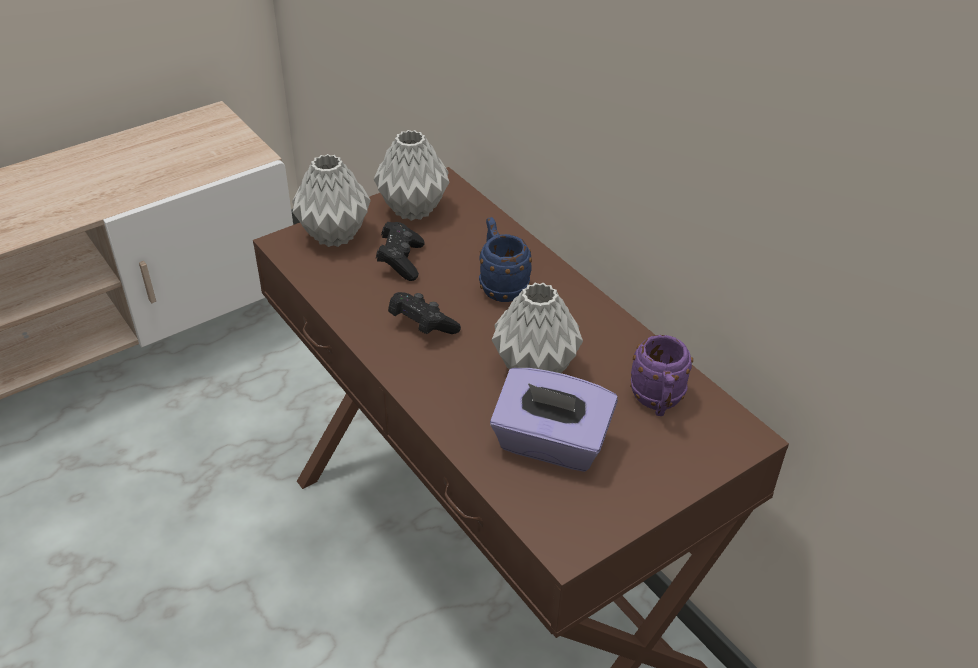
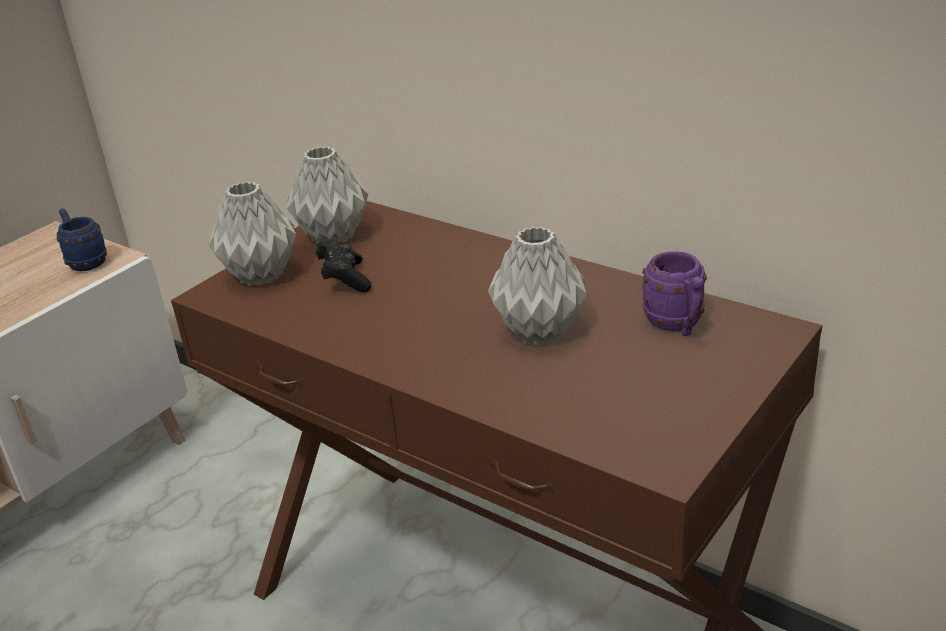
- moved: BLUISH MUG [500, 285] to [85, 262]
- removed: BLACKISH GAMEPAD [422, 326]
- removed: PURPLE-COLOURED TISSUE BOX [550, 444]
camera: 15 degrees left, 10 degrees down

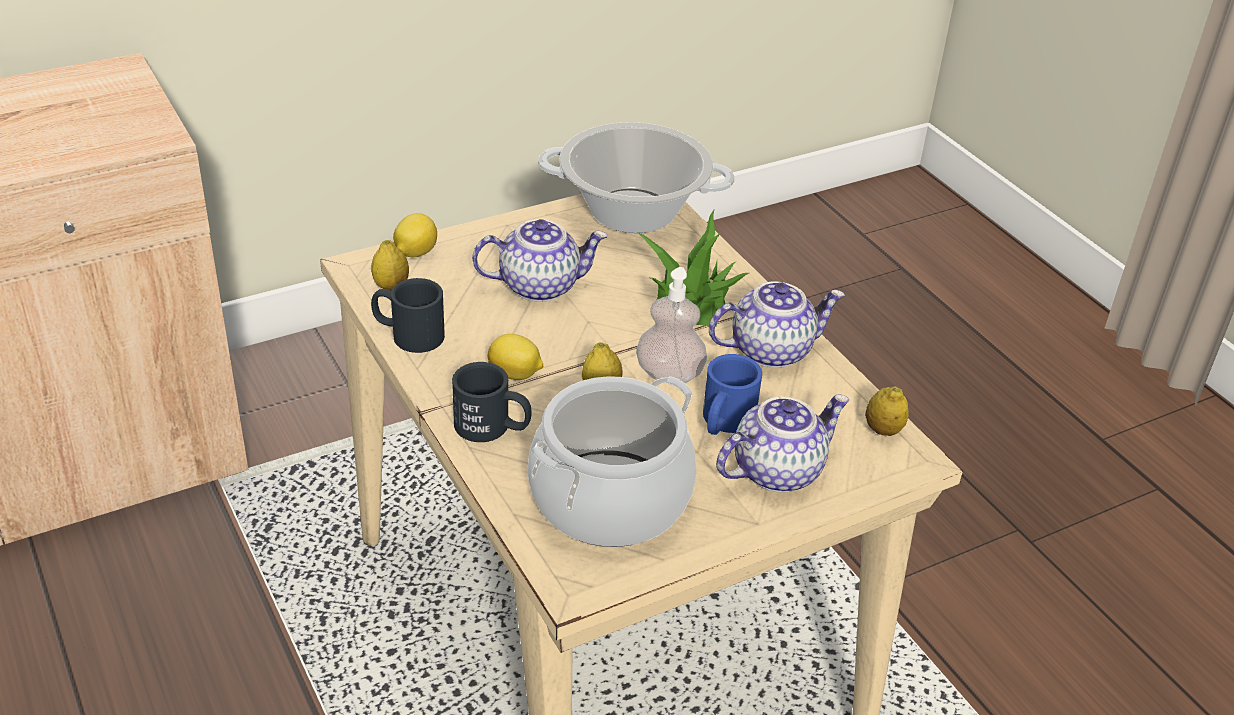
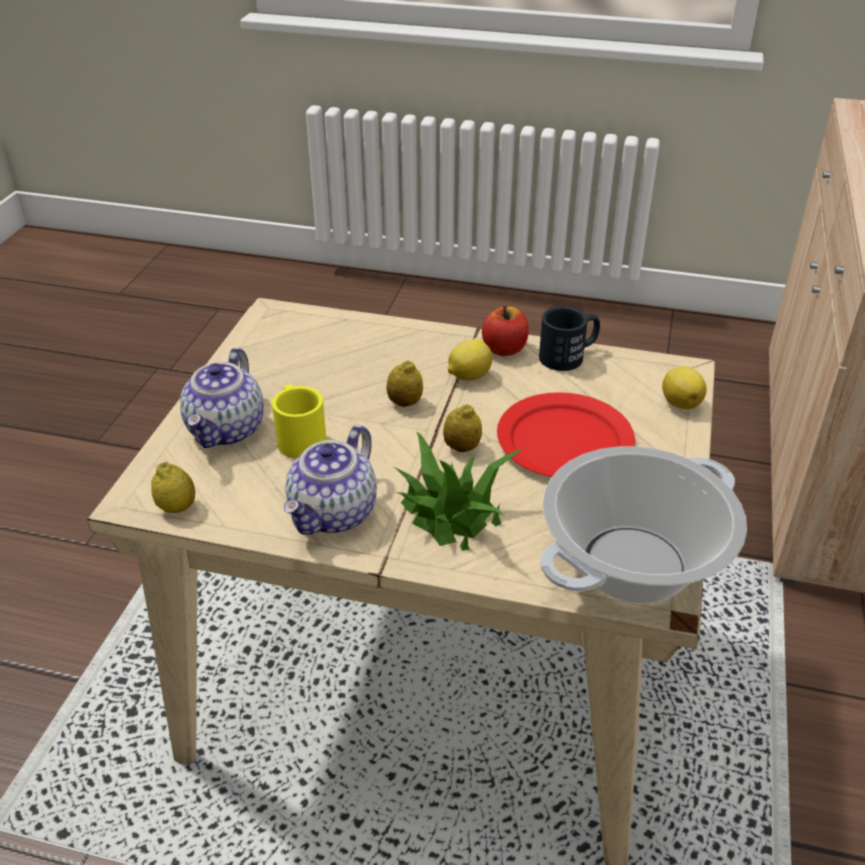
- recoloured: BLUISH MUG [724, 422] to YELLOW-COLOURED MUG [299, 436]
- moved: WHOLE LEMON [391, 286] to [462, 447]
- added: APPLE [504, 349]
- replaced: POT FOR TEA [540, 285] to RED DINNER PLATE [566, 441]
- removed: BLACKISH MUG [493, 427]
- removed: COOKING POT [610, 499]
- removed: SOAP DISPENSER [669, 374]
camera: 135 degrees right, 0 degrees up

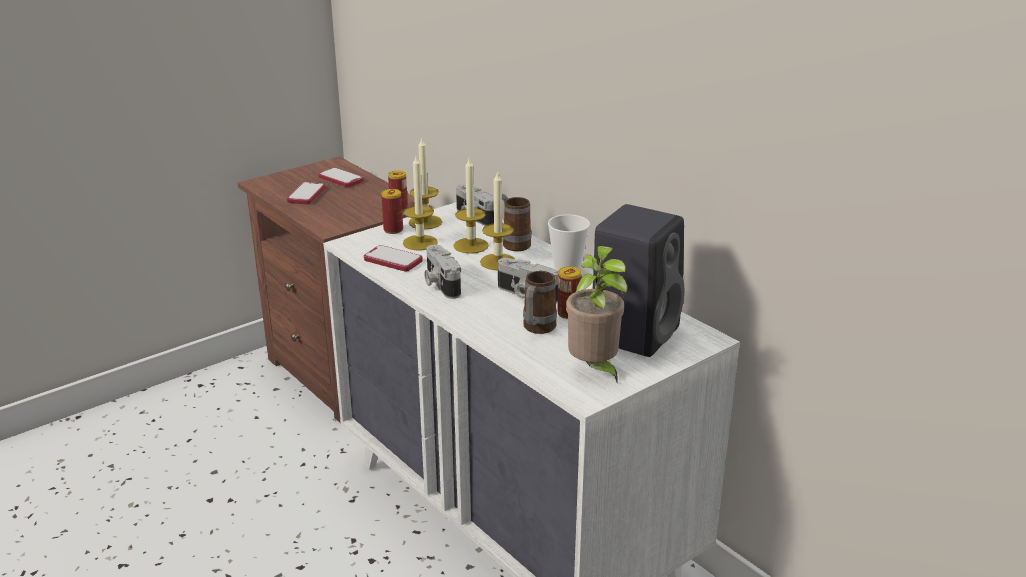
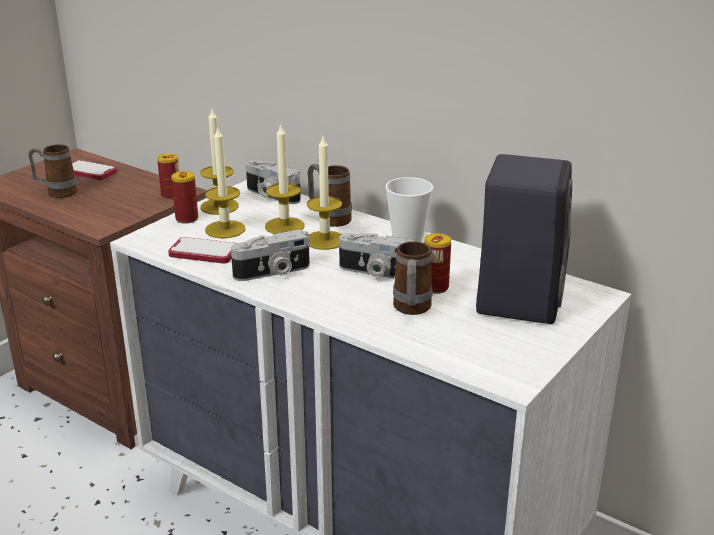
- replaced: HANDSET [306, 195] to MUG [56, 193]
- turned: STILL CAMERA [440, 284] = [273, 272] 75 degrees counterclockwise
- removed: POTTED PLANT [594, 370]
camera: 15 degrees left, 0 degrees up

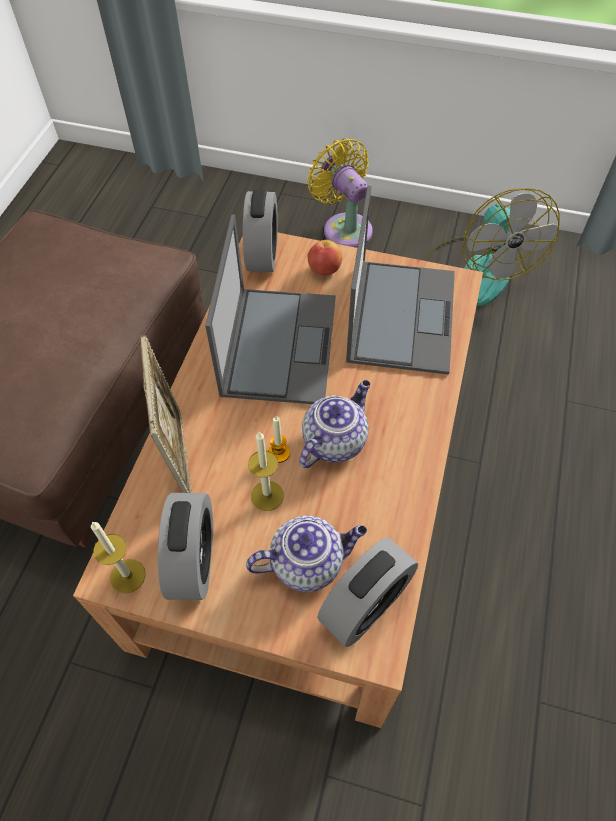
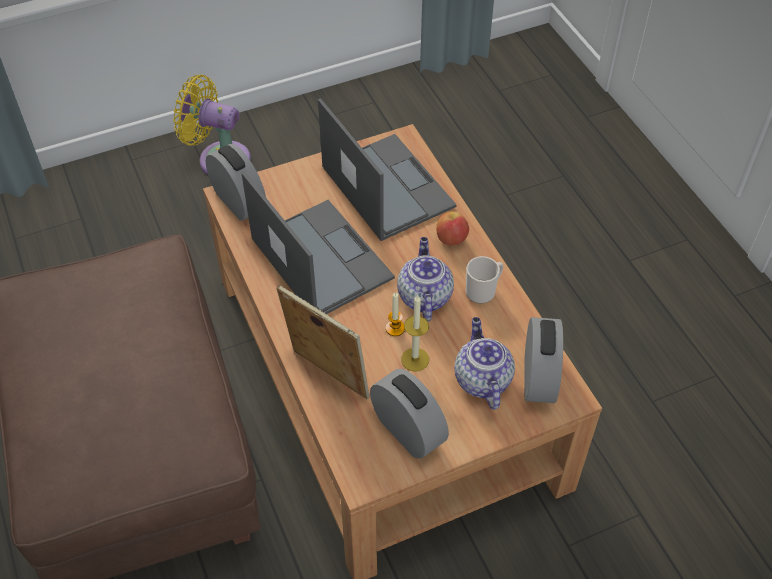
- moved: APPLE [324, 270] to [451, 239]
- turned: POT FOR TEA [308, 562] = [481, 379] 45 degrees counterclockwise
- added: MUG [483, 291]
- removed: WAX LIGHT [127, 576]
- removed: ELECTRIC FAN [478, 269]
camera: 40 degrees left, 5 degrees down

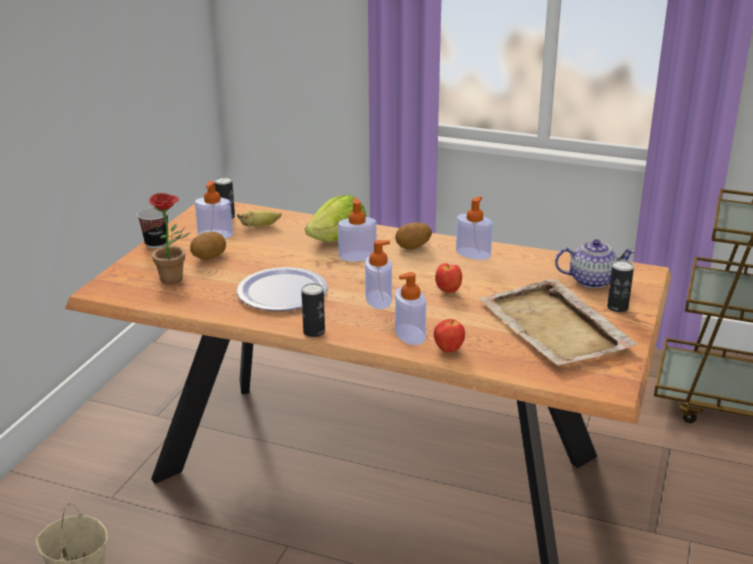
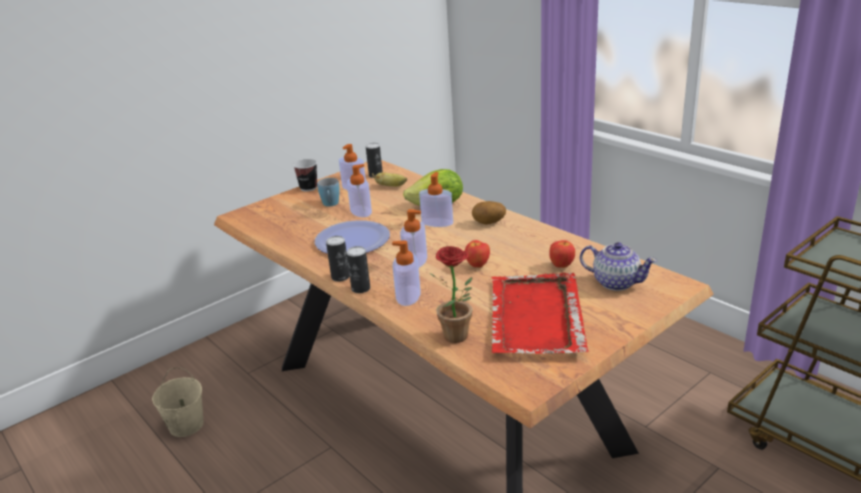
- replaced: POTATO [209, 258] to BLUISH MUG [331, 204]
- moved: CAN [617, 307] to [361, 288]
- moved: SOAP DISPENSER [473, 253] to [361, 211]
- moved: POTTED PLANT [176, 279] to [459, 338]
- recoloured: BEIGE-COLOURED SERVING TRAY [555, 327] to RED SERVING TRAY [535, 318]
- moved: APPLE [448, 350] to [561, 266]
camera: 30 degrees right, 0 degrees up

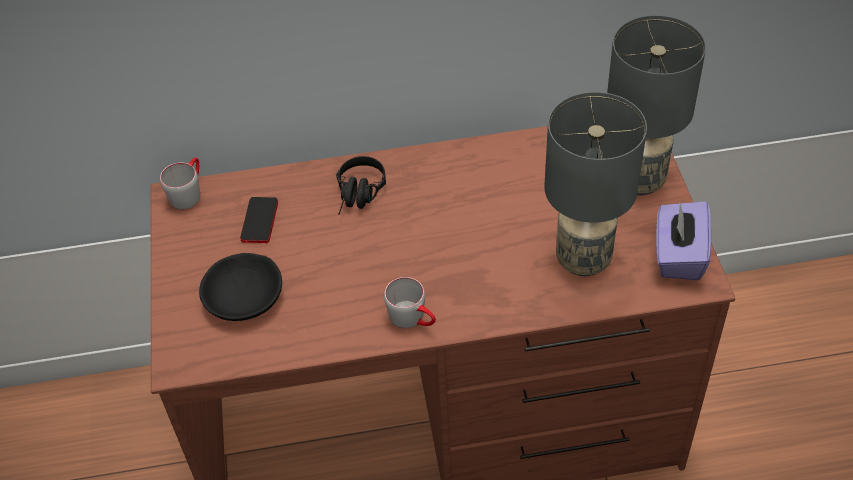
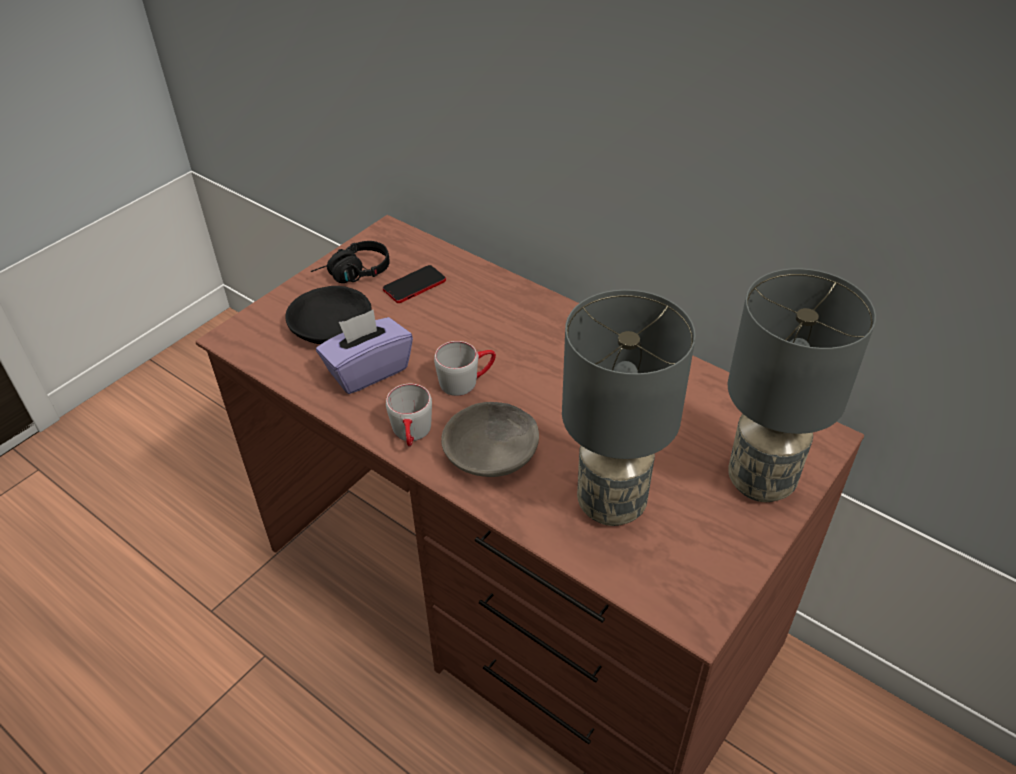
- moved: BLACKISH HEADSET [359, 196] to [353, 275]
- moved: PURPLE-COLOURED TISSUE BOX [678, 256] to [368, 370]
- moved: GREY MUG [188, 192] to [466, 380]
- added: GREY DEEP DISH [492, 450]
camera: 45 degrees right, 5 degrees down

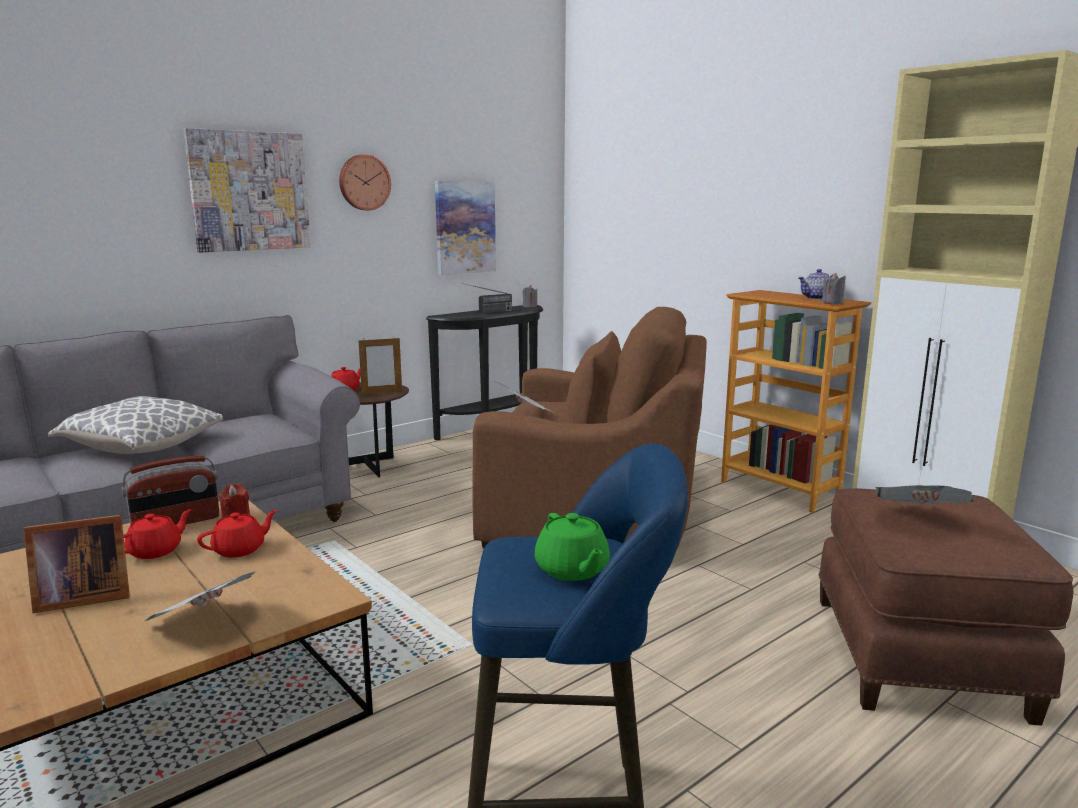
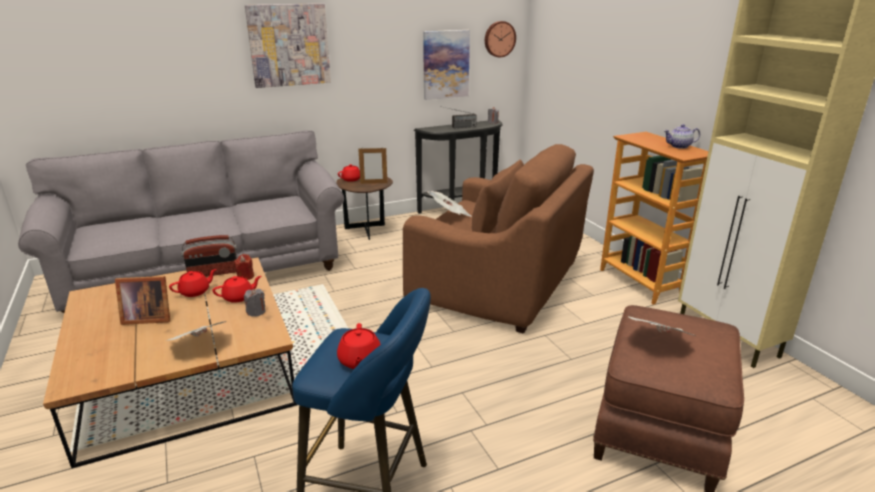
- moved: GREY WAX LIGHT [832, 303] to [256, 312]
- recoloured: GREENISH POT FOR TEA [572, 570] to RED POT FOR TEA [359, 361]
- moved: WALL CLOCK [364, 182] to [499, 39]
- removed: THROW PILLOW [141, 448]
camera: 15 degrees right, 10 degrees up

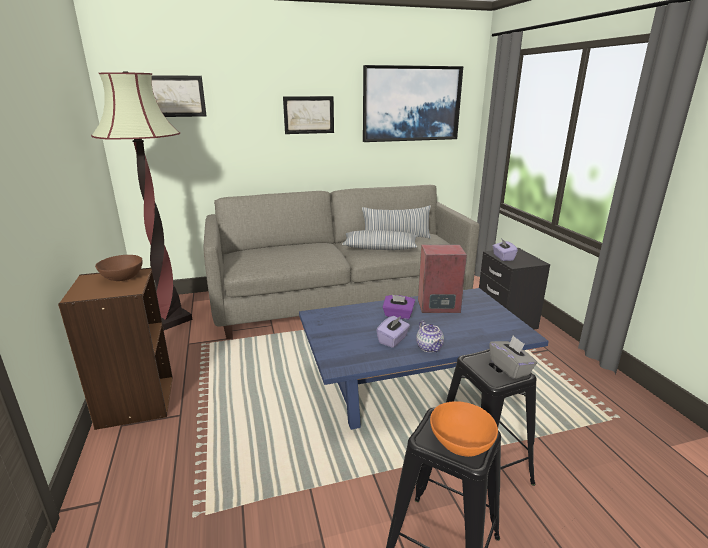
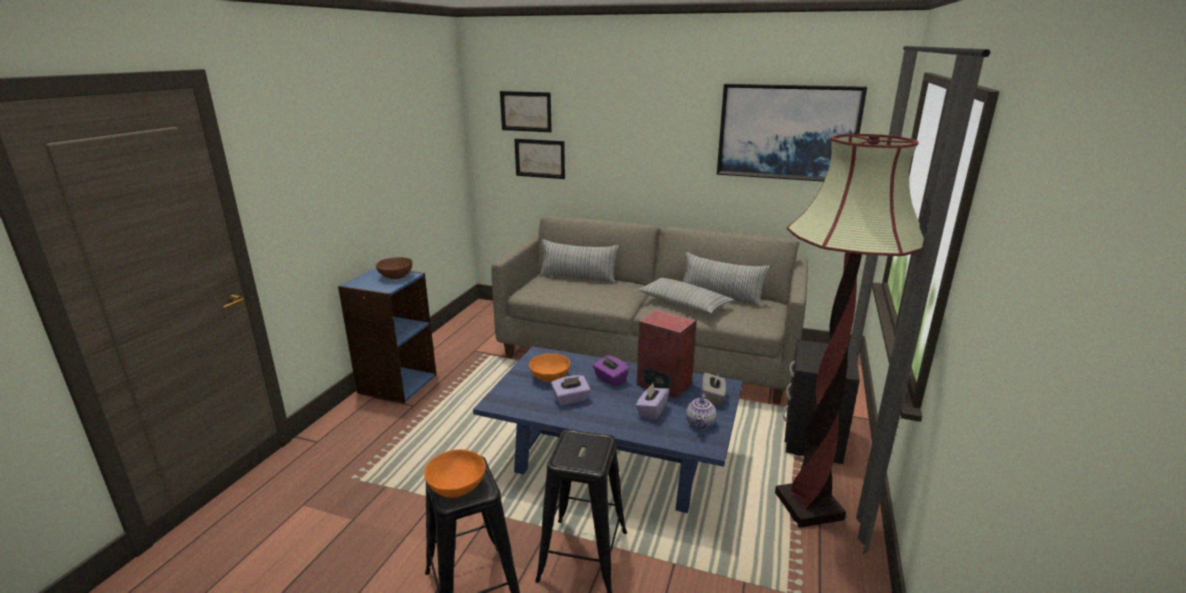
- recoloured: BROWN SHELVING UNIT [135, 402] to BLUISH SHELVING UNIT [397, 383]
- moved: PICTURE [309, 115] to [540, 158]
- added: ORANGEY DEEP DISH [550, 378]
- added: THROW PILLOW [578, 278]
- moved: PURPLE-COLOURED TISSUE BOX [503, 257] to [651, 411]
- moved: POT FOR TEA [430, 347] to [701, 424]
- moved: GREY TISSUE BOX [510, 368] to [712, 398]
- moved: STANDARD LAMP [170, 320] to [808, 506]
camera: 35 degrees right, 0 degrees up

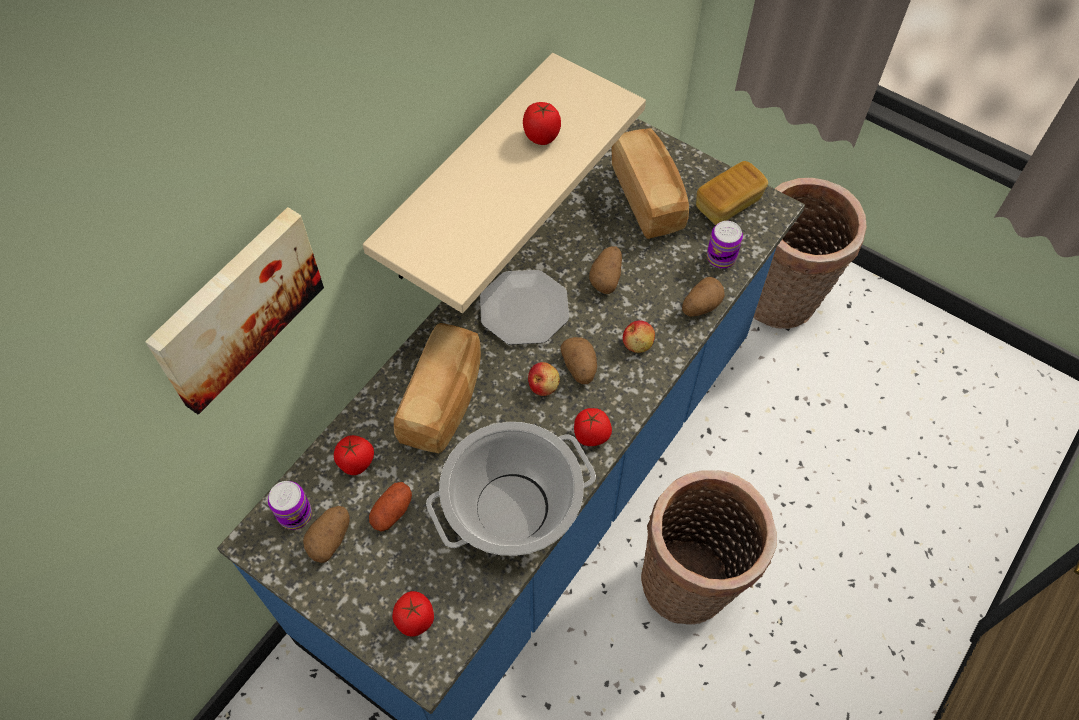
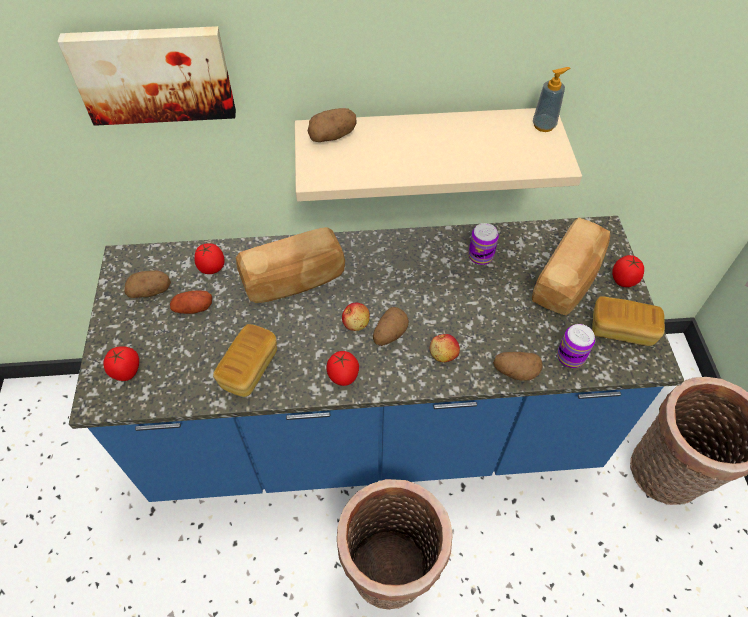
- replaced: COOKING POT [513, 507] to BREAD [249, 369]
- moved: POTATO [606, 277] to [332, 136]
- moved: CAN [295, 514] to [480, 256]
- added: SOAP DISPENSER [544, 125]
- moved: TOMATO [541, 136] to [623, 280]
- removed: DINNER PLATE [524, 308]
camera: 50 degrees right, 5 degrees down

